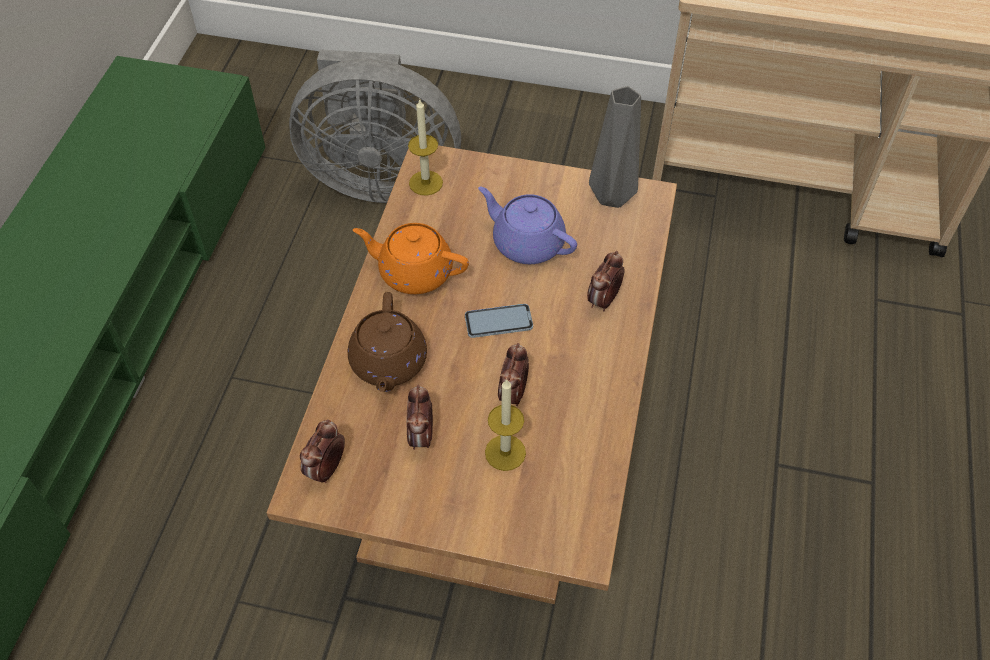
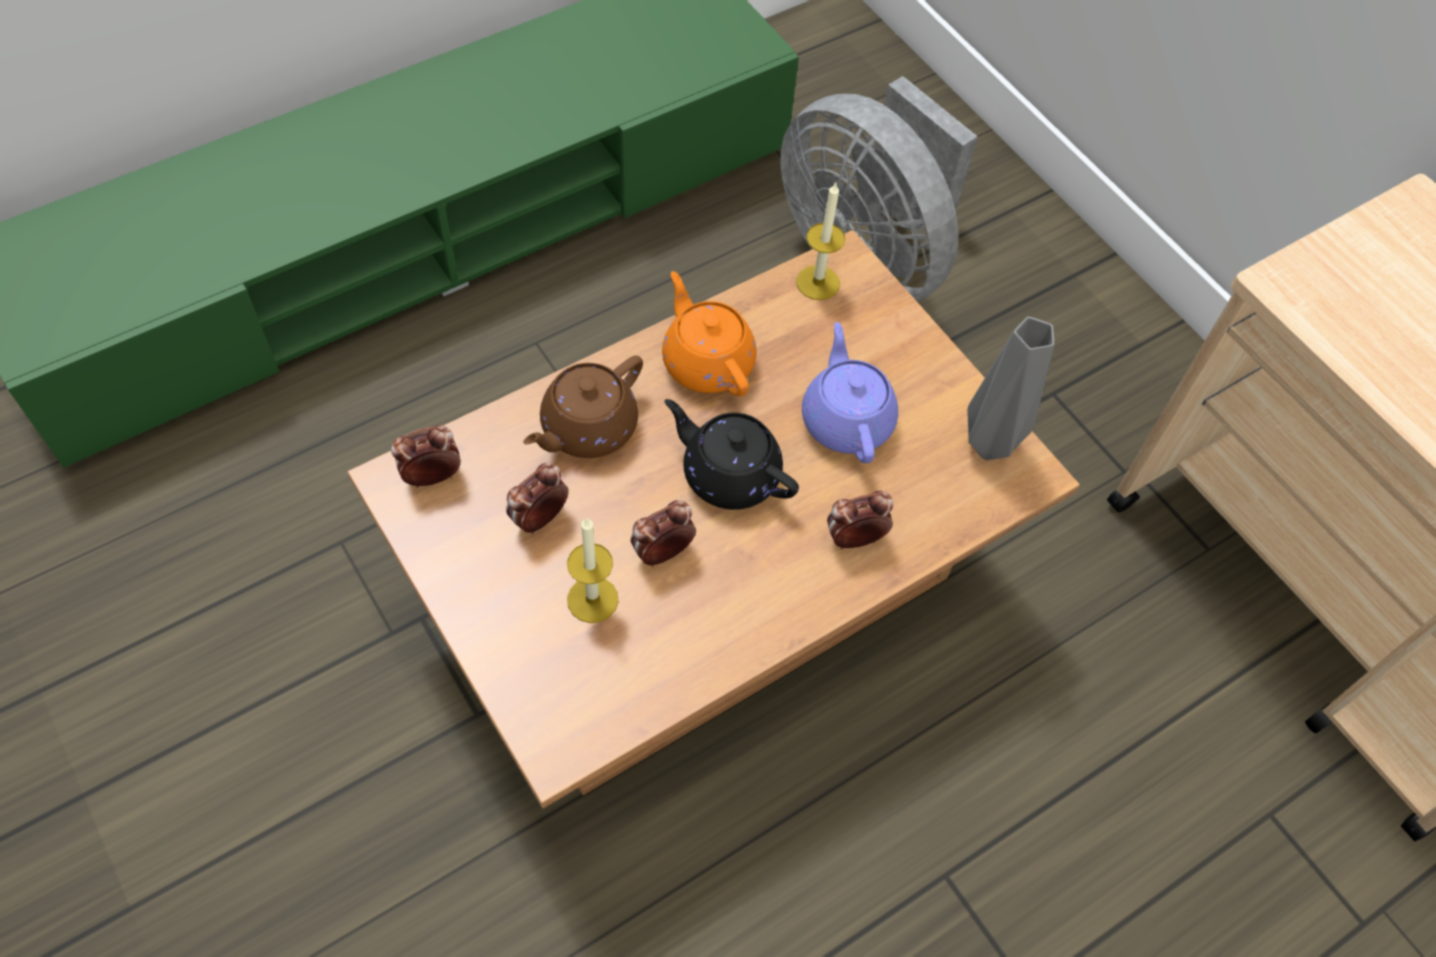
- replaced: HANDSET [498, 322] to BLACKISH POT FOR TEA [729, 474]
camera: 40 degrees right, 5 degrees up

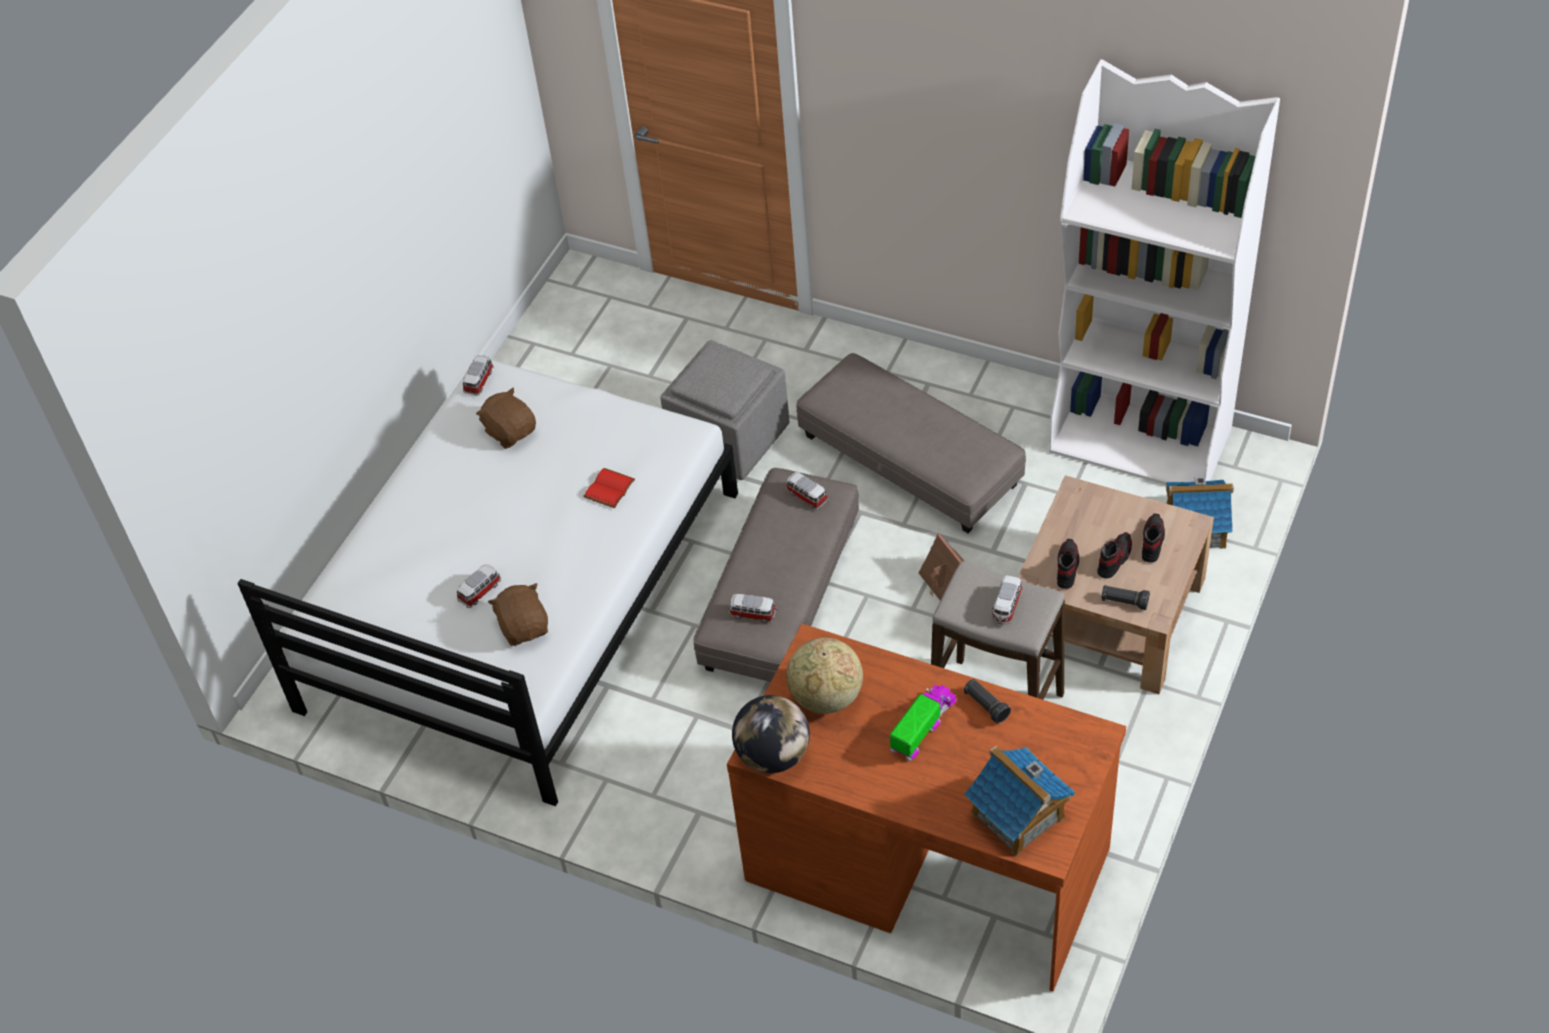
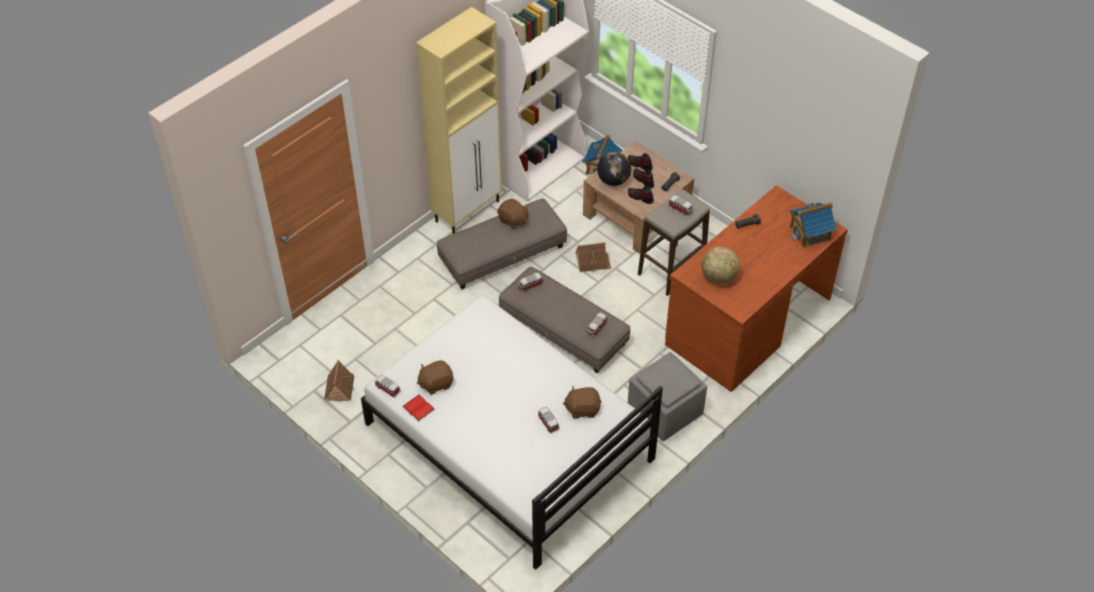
- added: MINIATURE HOUSE [340, 388]
- moved: RED BOUND BOOK [610, 490] to [419, 408]
- added: BEIGE-COLOURED STORAGE CABINET [468, 211]
- added: BROWN PLUSH TOY [513, 220]
- moved: DESK GLOBE [773, 755] to [613, 180]
- moved: GREY POUFFE [728, 438] to [665, 412]
- removed: TOY TRUCK [922, 726]
camera: 75 degrees left, 0 degrees up

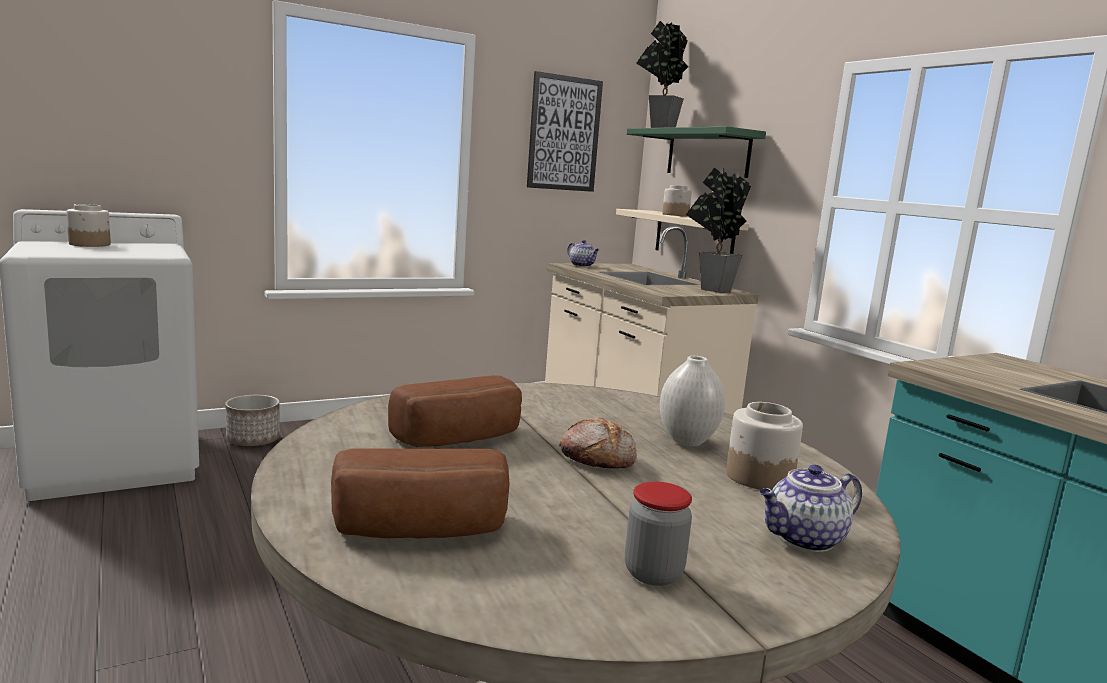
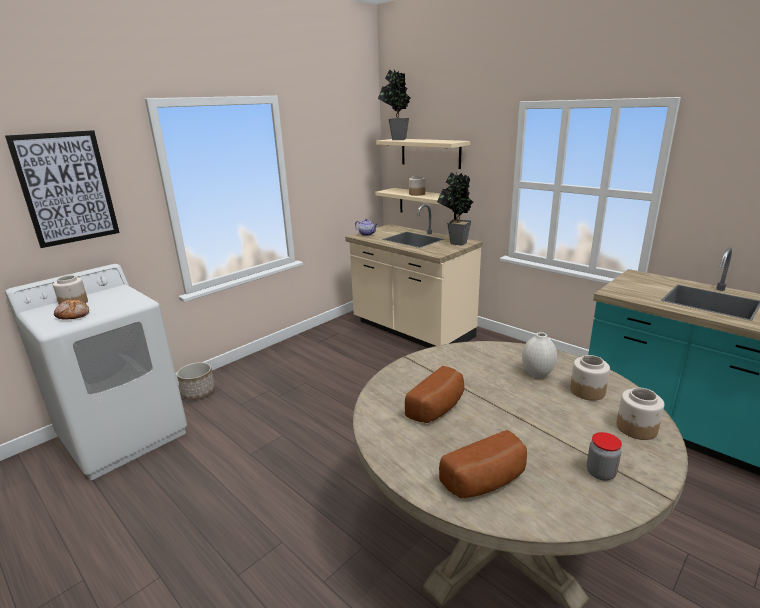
- moved: PICTURE [564, 133] to [66, 188]
- moved: BREAD [597, 458] to [73, 315]
- recoloured: GREENISH SHELF [707, 153] to BEIGE-COLOURED SHELF [430, 153]
- replaced: POT FOR TEA [804, 539] to JAR [636, 428]
camera: 15 degrees left, 10 degrees up

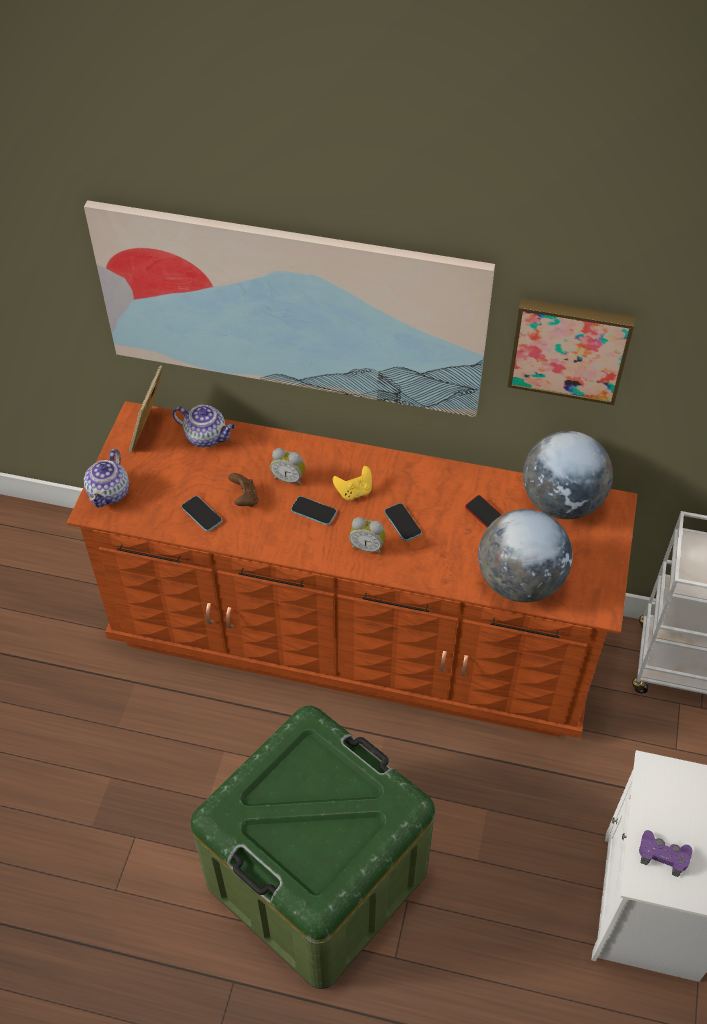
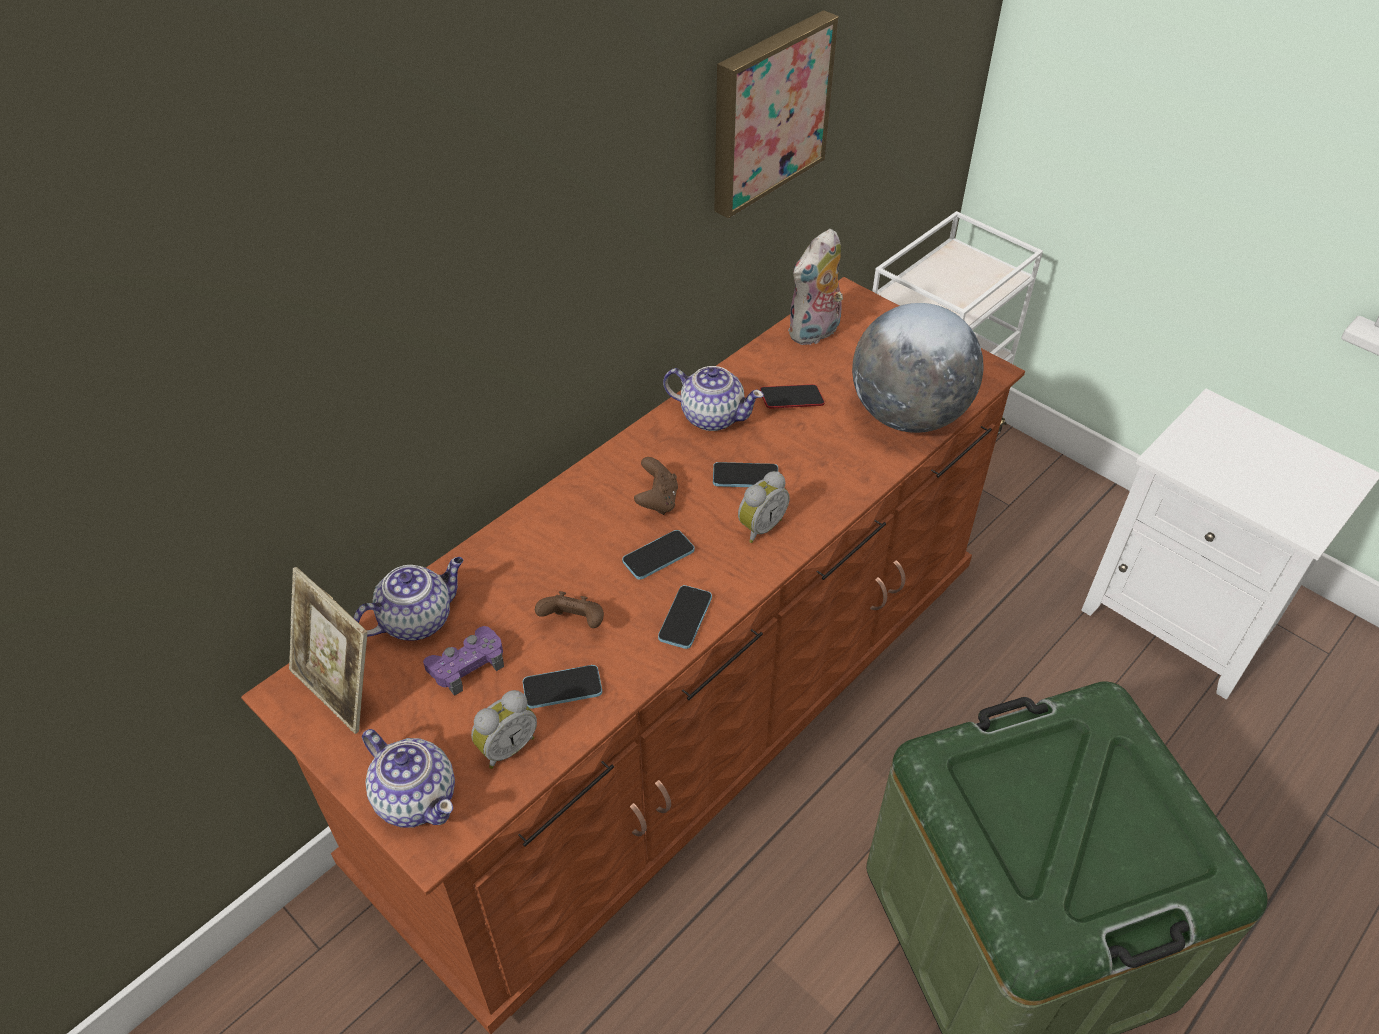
- moved: PURPLE-COLOURED GAMEPAD [663, 855] to [467, 665]
- moved: BEDSIDE CLOCK [289, 478] to [506, 746]
- recoloured: YELLOW-COLOURED GAMEPAD [354, 492] to BROWN GAMEPAD [657, 501]
- added: HANDSET [685, 618]
- added: POT FOR TEA [711, 416]
- replaced: DESK GLOBE [561, 502] to PLUSH TOY [815, 333]
- removed: PICTURE [290, 309]
camera: 60 degrees left, 5 degrees down

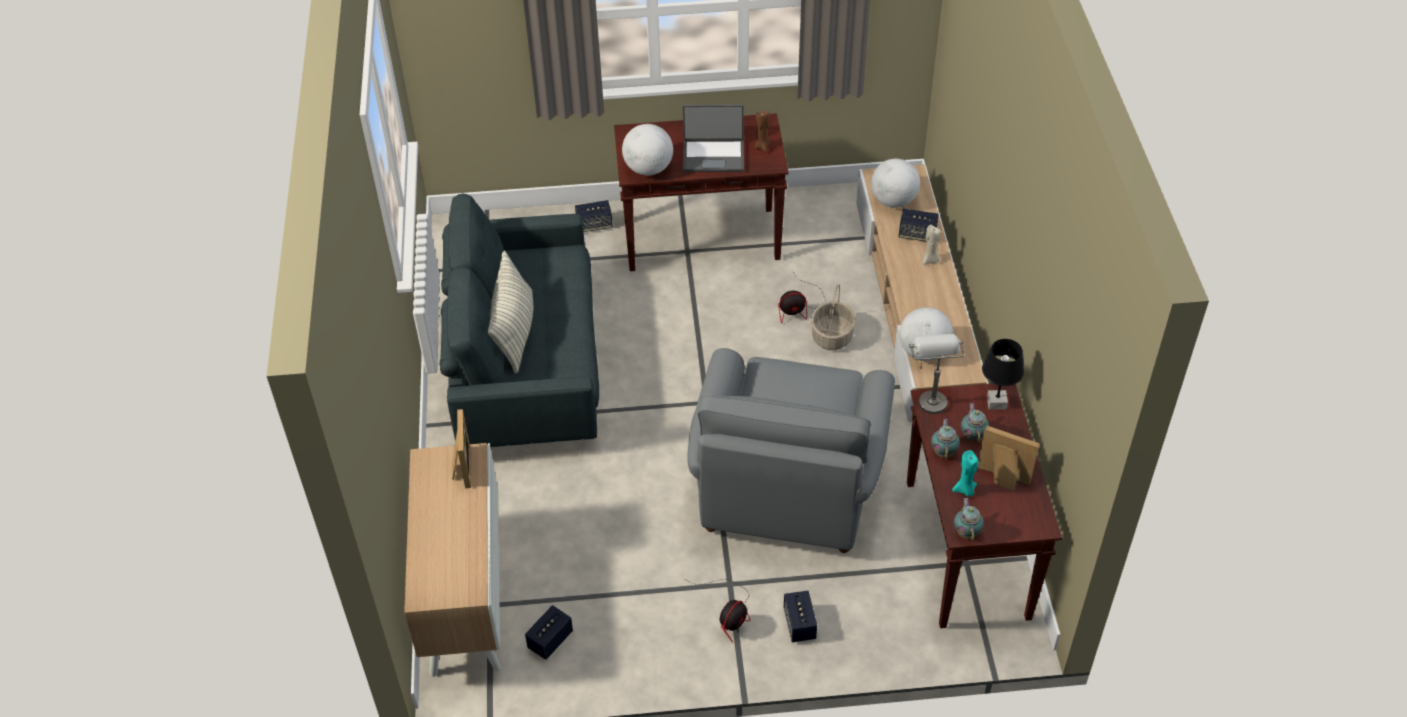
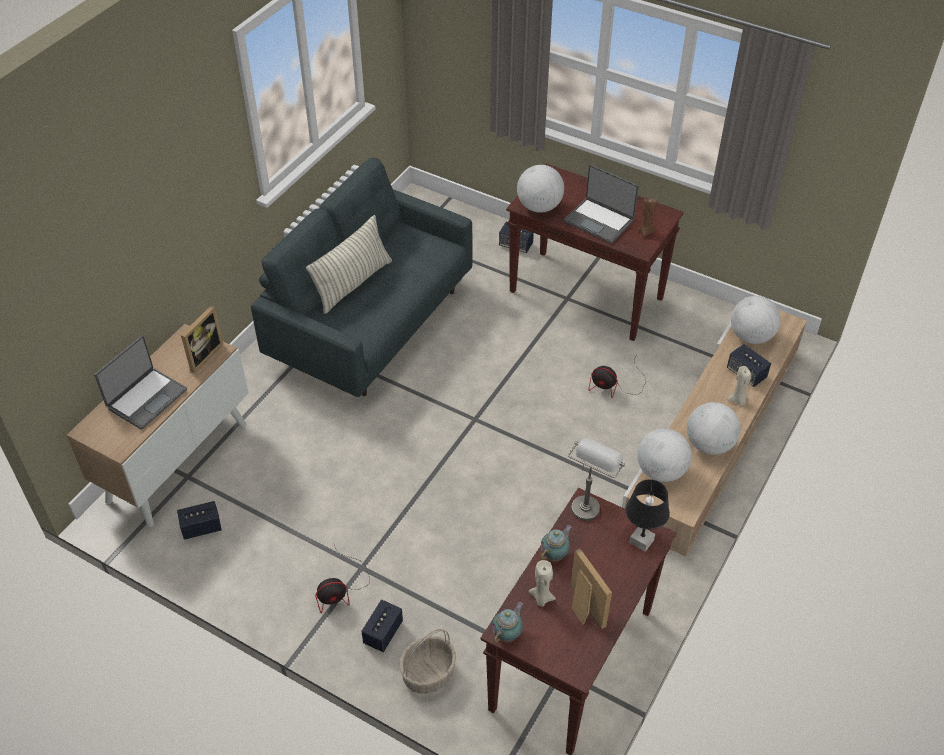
- added: NOTEBOOK COMPUTER [146, 398]
- moved: BASKET [832, 336] to [428, 673]
- recoloured: TURQUOISE WAX LIGHT [965, 490] to BEIGE-COLOURED WAX LIGHT [541, 598]
- added: DESK GLOBE [709, 444]
- removed: GREY EASY CHAIR [789, 482]
- removed: POT FOR TEA [973, 435]
camera: 35 degrees right, 0 degrees up

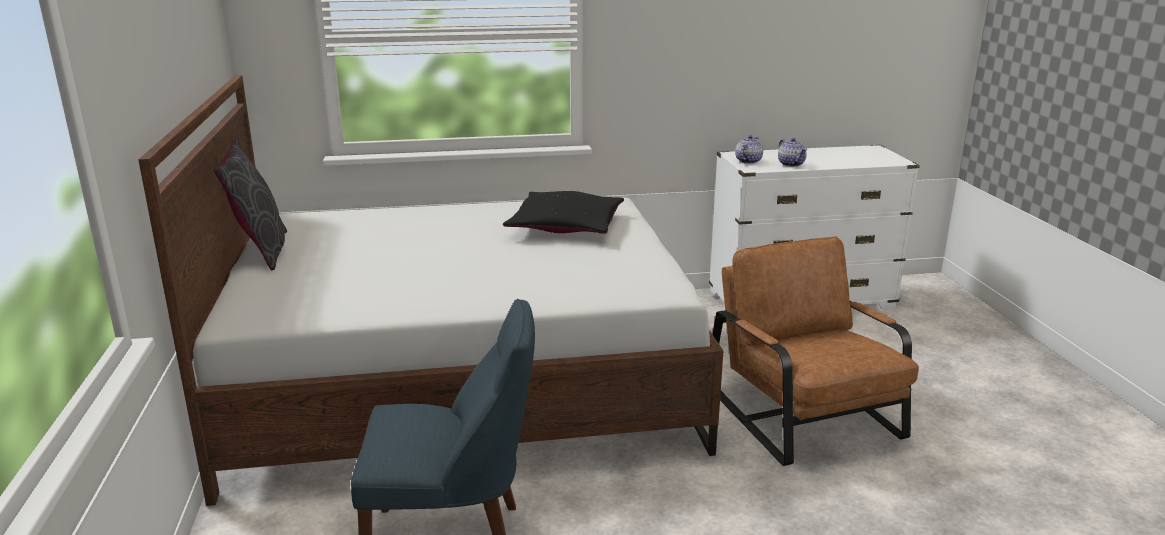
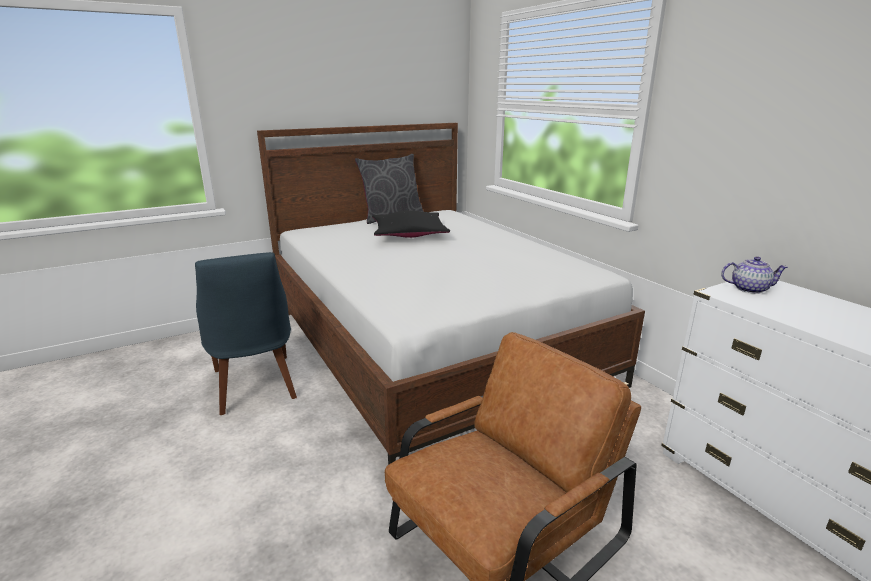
- moved: BLACKISH THROW PILLOW [565, 226] to [409, 234]
- removed: POT FOR TEA [791, 164]
camera: 70 degrees right, 0 degrees up

